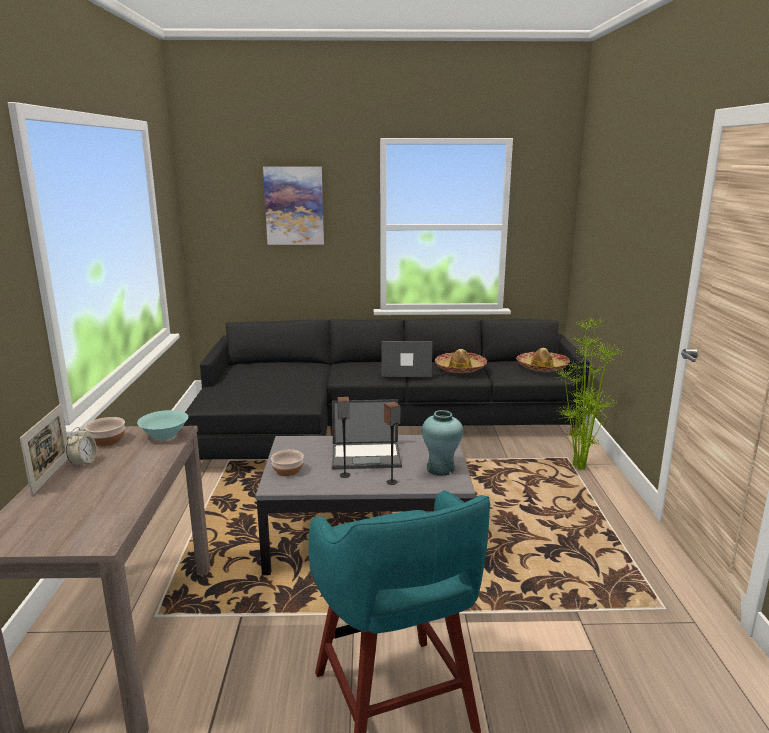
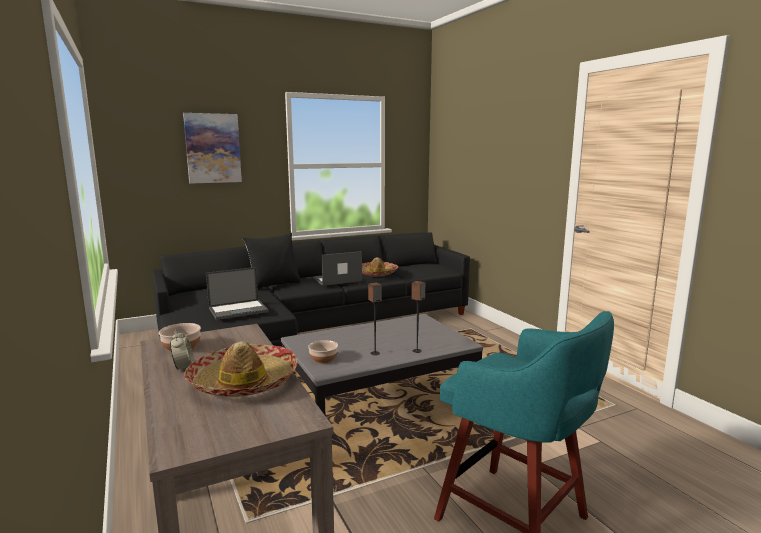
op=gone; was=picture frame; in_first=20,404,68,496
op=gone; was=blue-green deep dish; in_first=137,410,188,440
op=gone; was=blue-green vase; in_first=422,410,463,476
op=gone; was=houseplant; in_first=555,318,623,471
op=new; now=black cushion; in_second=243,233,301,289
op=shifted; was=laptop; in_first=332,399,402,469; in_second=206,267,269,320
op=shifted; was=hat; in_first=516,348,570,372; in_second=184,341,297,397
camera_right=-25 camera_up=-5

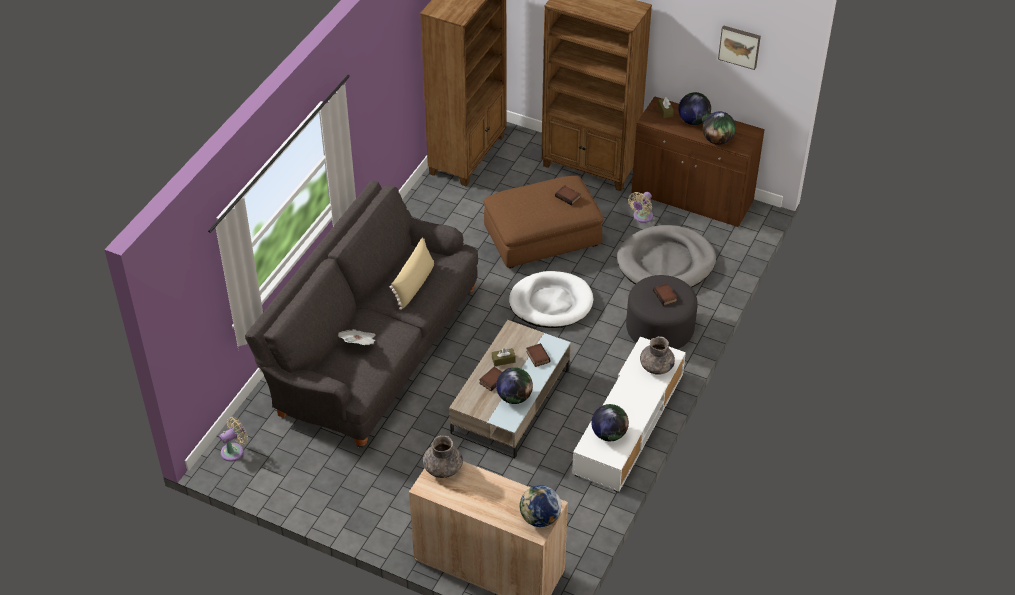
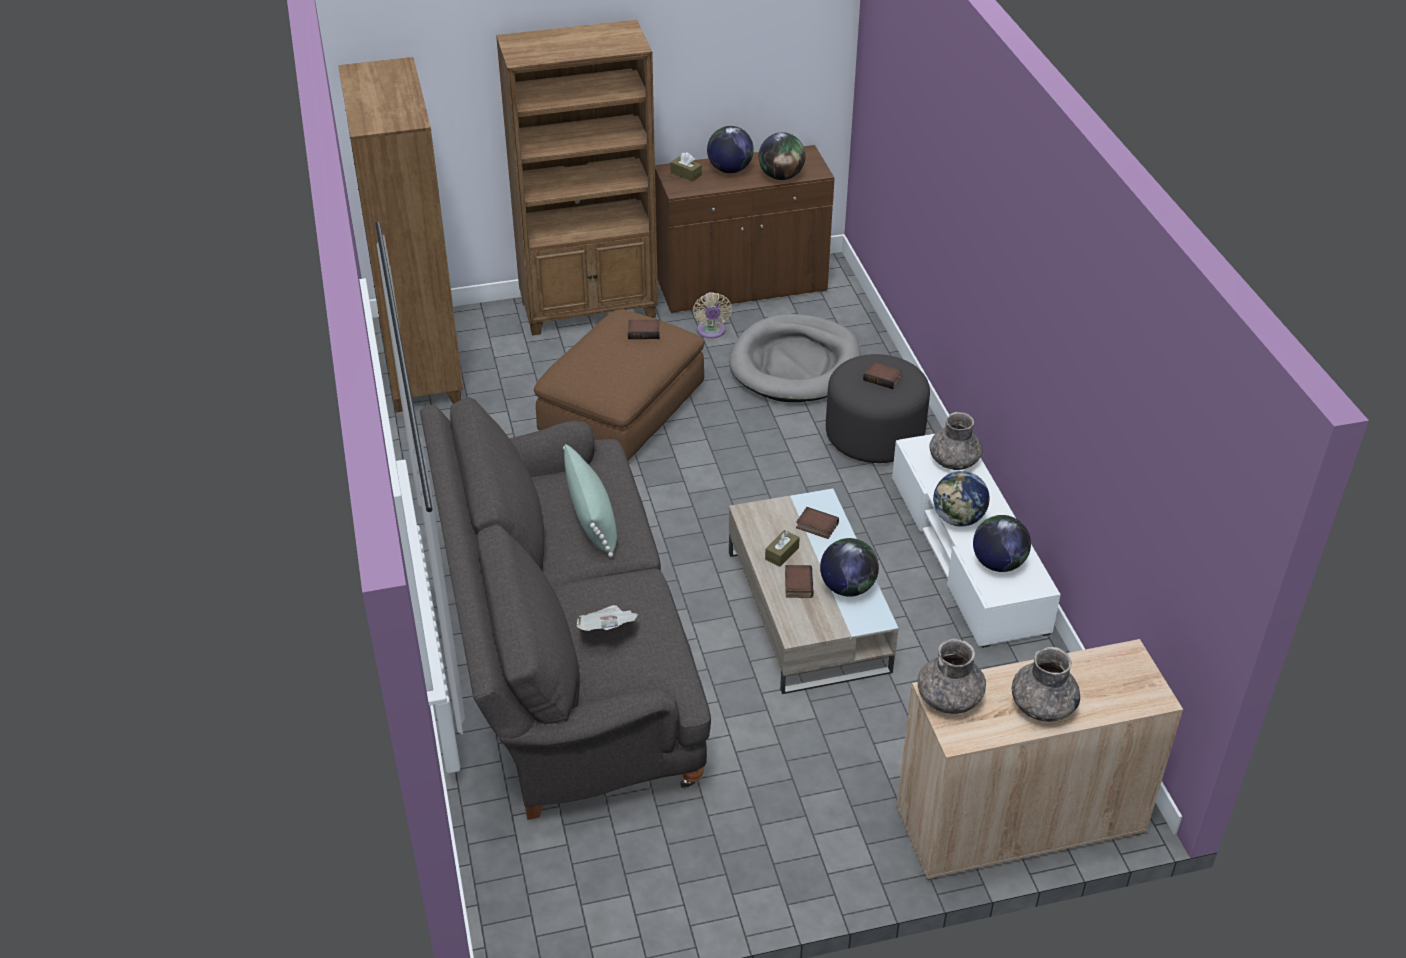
op=gone; was=beige electric fan; in_first=219,417,248,462
op=gone; was=white pet bed; in_first=509,271,594,328
op=gone; was=wall picture; in_first=718,25,761,70
op=new; now=greyish vase; in_second=1012,647,1080,722
op=shifted; was=desk globe; in_first=519,485,561,527; in_second=933,471,990,527
op=repainted; was=beige cushion; now=green-coloured cushion; in_first=390,237,434,310; in_second=563,444,617,557
camera_right=-40 camera_up=-5

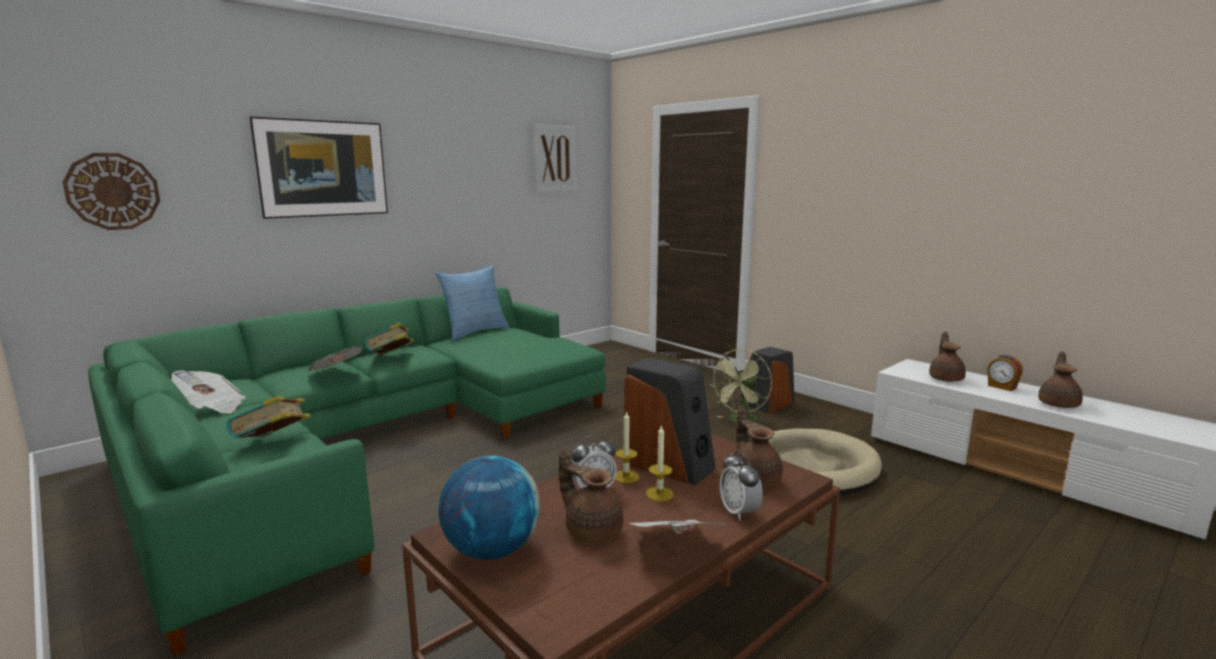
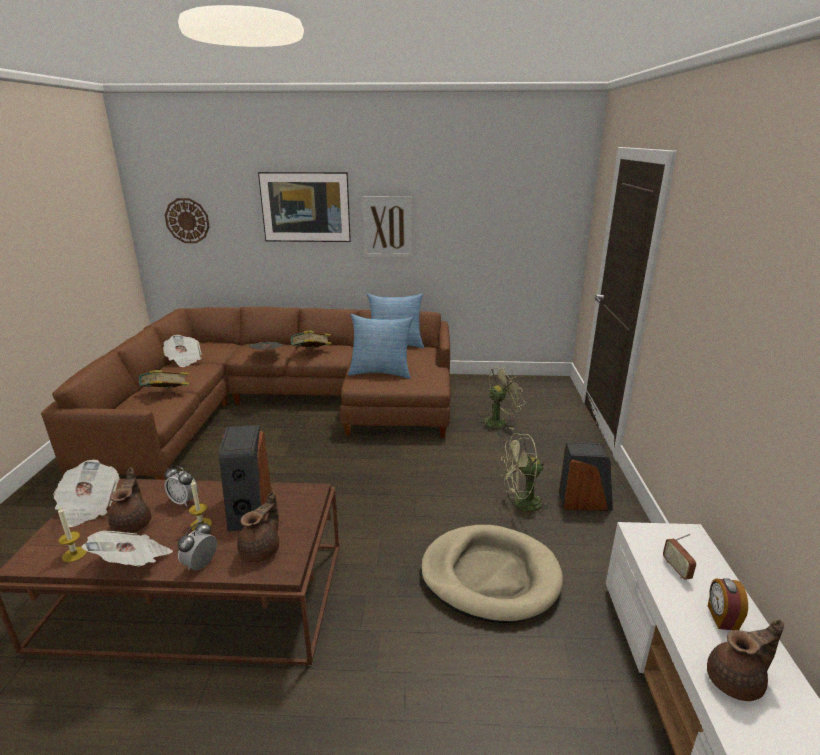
op=new; now=cushion; in_second=348,314,413,379
op=new; now=green-coloured electric fan; in_second=477,366,524,430
op=shifted; was=wall picture; in_first=533,124,577,192; in_second=362,197,413,258
op=shifted; was=candle; in_first=615,412,639,483; in_second=58,507,87,562
op=swapped; was=desk globe; now=newspaper; in_first=438,456,540,560; in_second=53,460,119,527
op=swapped; was=brown pot for tea; now=radio receiver; in_first=929,331,966,382; in_second=663,534,696,580
op=repainted; was=green-coloured couch; now=brown couch; in_first=88,288,606,657; in_second=41,307,451,480
camera_right=45 camera_up=10

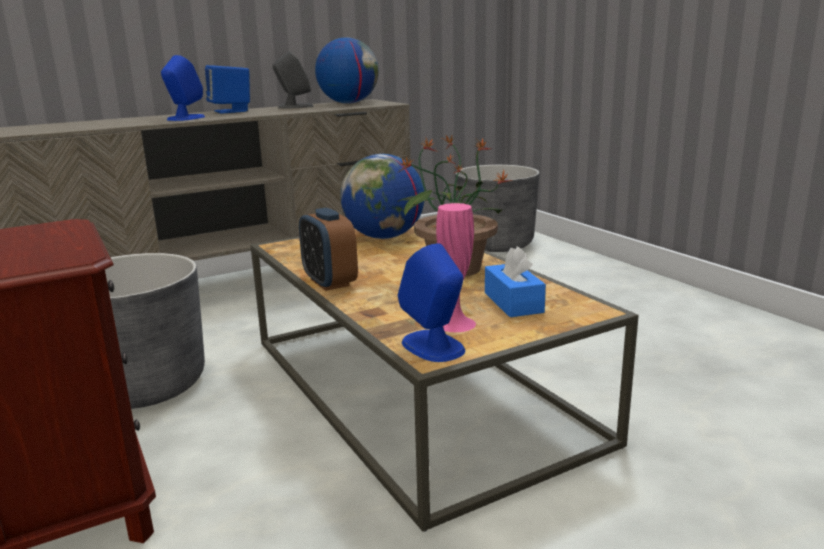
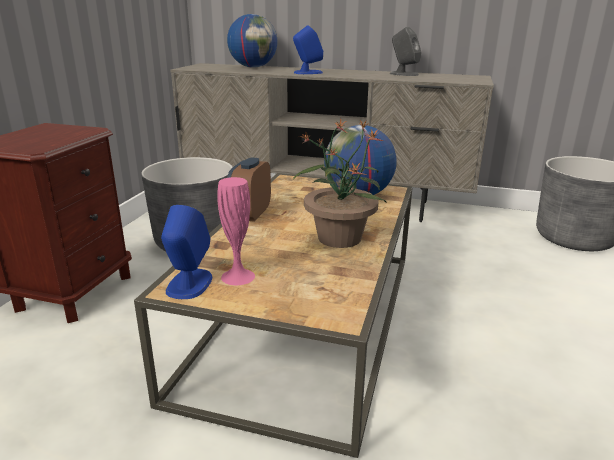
op=gone; was=bluish speaker; in_first=205,65,250,114
op=gone; was=bluish tissue box; in_first=485,246,546,317
op=shifted; was=desk globe; in_first=315,37,379,104; in_second=227,14,277,68
camera_right=45 camera_up=5

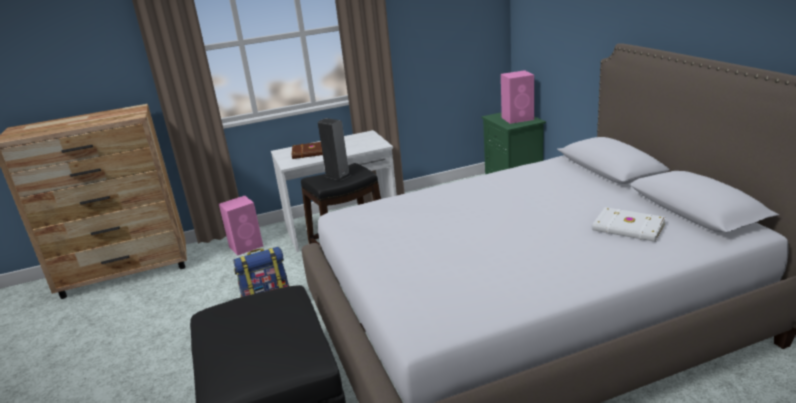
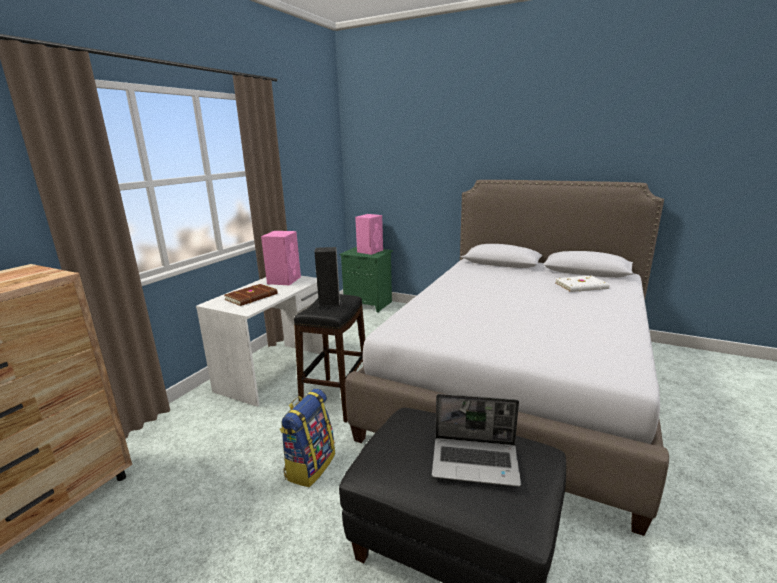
op=new; now=laptop; in_second=432,394,521,487
op=shifted; was=pinkish speaker; in_first=219,196,263,256; in_second=261,231,301,285
camera_right=-45 camera_up=-5

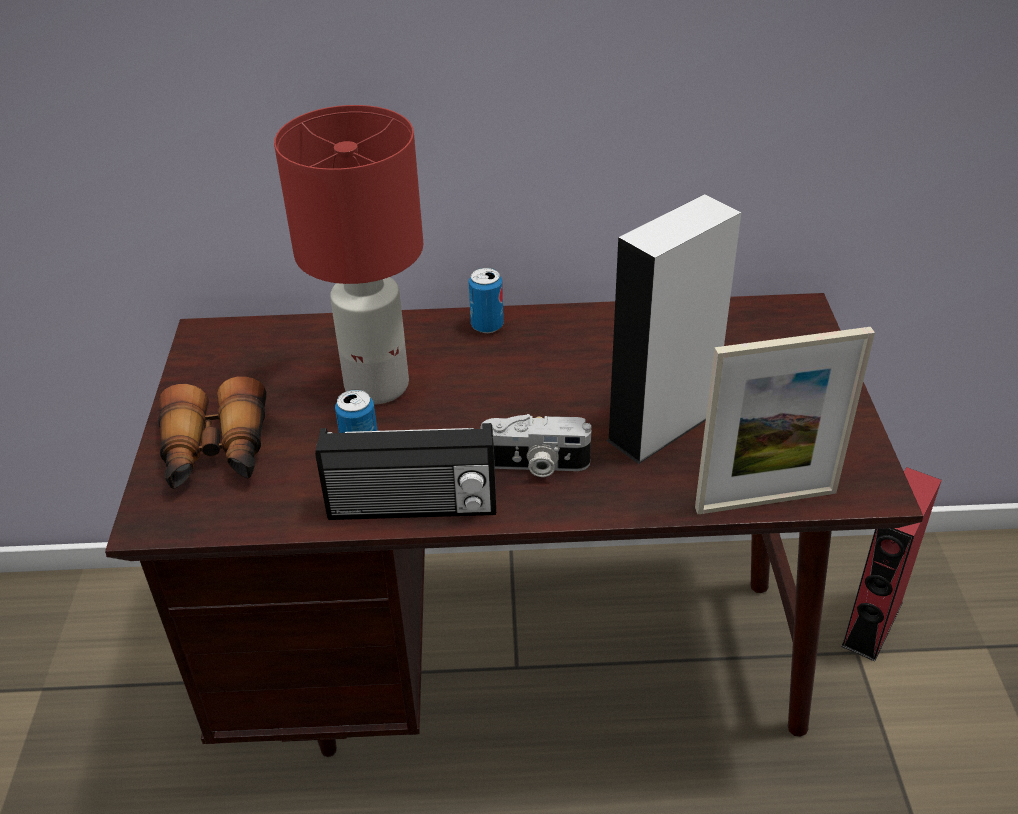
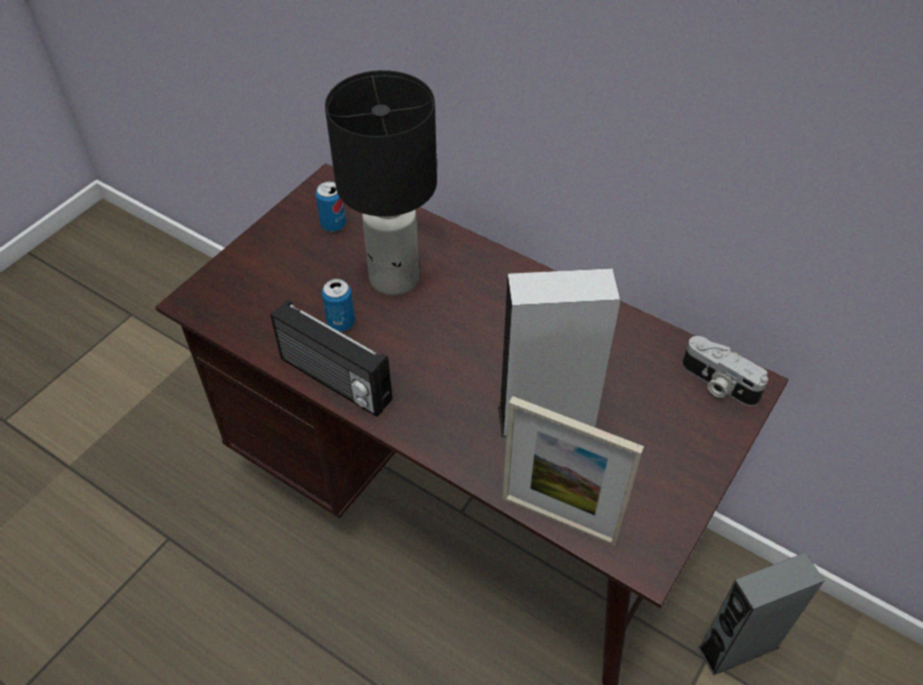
op=gone; was=binoculars; in_first=158,376,266,489
op=shifted; was=metal can; in_first=469,268,504,333; in_second=316,181,346,232
op=shifted; was=photo camera; in_first=481,414,591,477; in_second=682,336,768,406
op=repainted; was=red-coloured lamp for a table; now=black lamp for a table; in_first=274,105,423,405; in_second=325,70,437,296
op=repainted; was=red-coloured speaker; now=greyish speaker; in_first=841,467,941,662; in_second=698,552,825,675
camera_right=35 camera_up=10

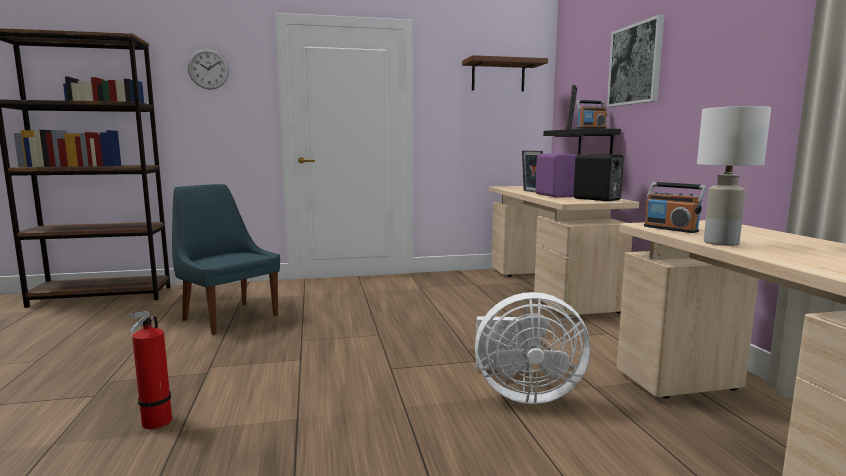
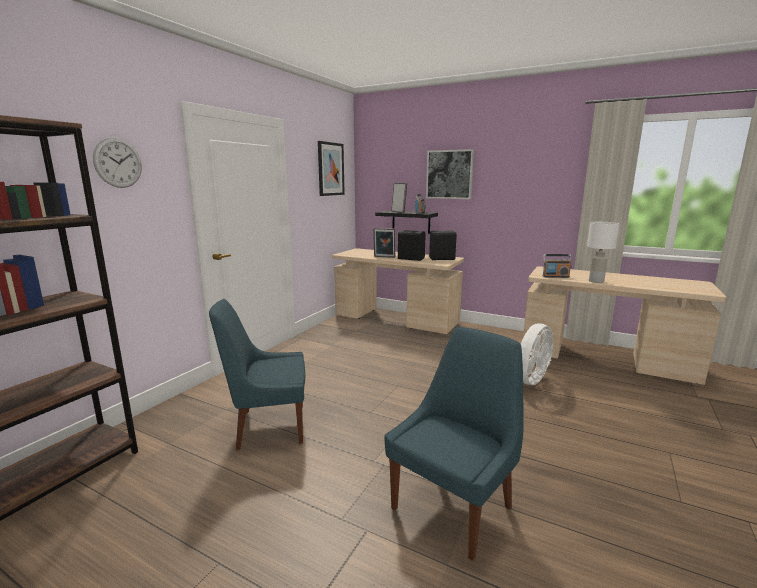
op=swapped; was=extinguisher; now=bluish chair; in_first=129,311,172,429; in_second=385,327,524,561
op=swapped; was=brown bracket shelf; now=wall picture; in_first=462,55,548,92; in_second=318,141,345,196
op=repainted; was=purplish speaker; now=black speaker; in_first=536,153,576,197; in_second=398,230,426,261
camera_right=-50 camera_up=5

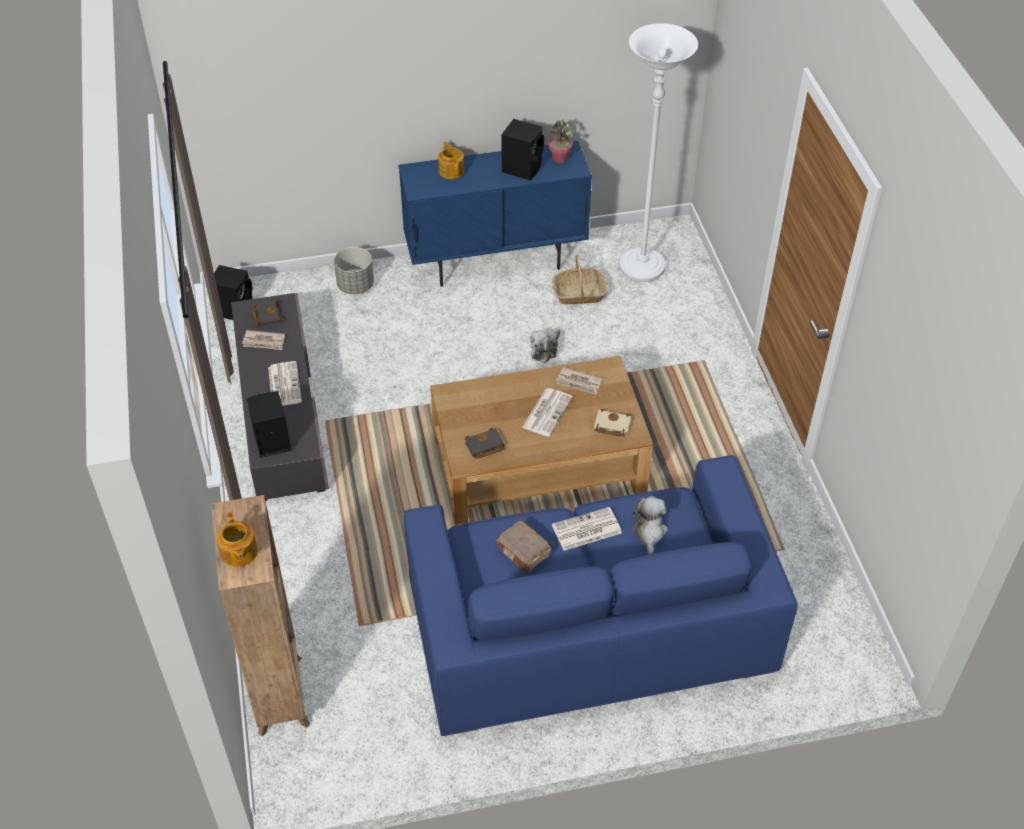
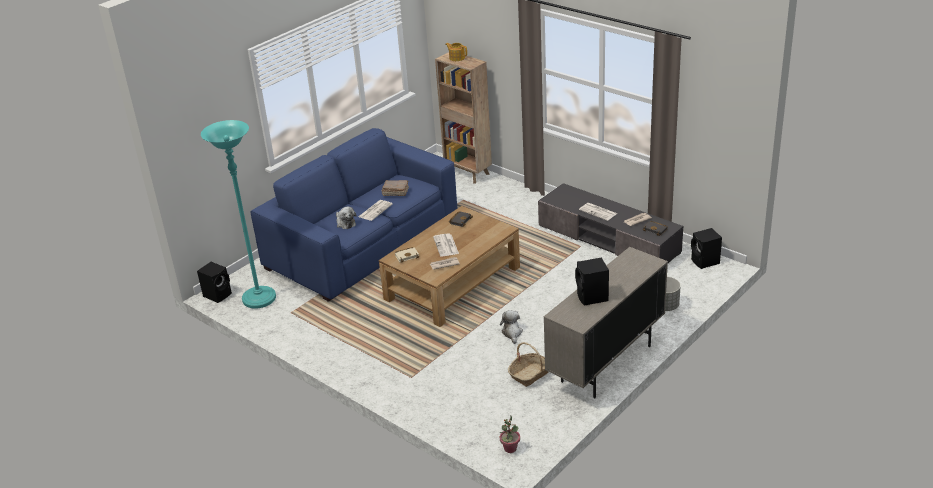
op=gone; was=pot for tea; in_first=438,141,464,179
op=gone; was=white standard lamp; in_first=619,23,698,282
op=new; now=blue-green standard lamp; in_second=201,120,276,309
op=shifted; was=black speaker; in_first=246,391,292,458; in_second=197,262,232,303
op=shifted; was=houseplant; in_first=548,119,573,163; in_second=500,416,520,453
op=repainted; was=bluish storage cabinet; now=beige storage cabinet; in_first=398,141,592,287; in_second=544,247,668,399
camera_right=145 camera_up=-15

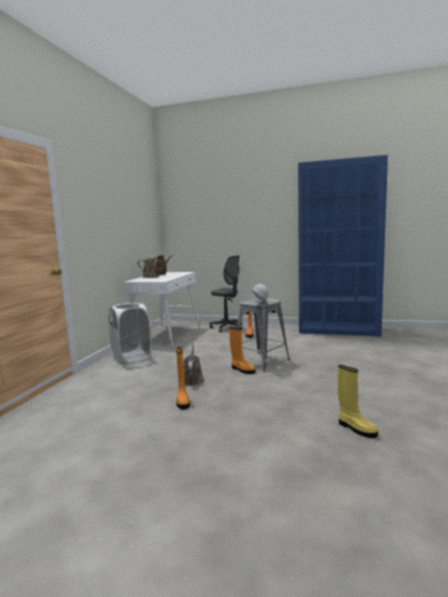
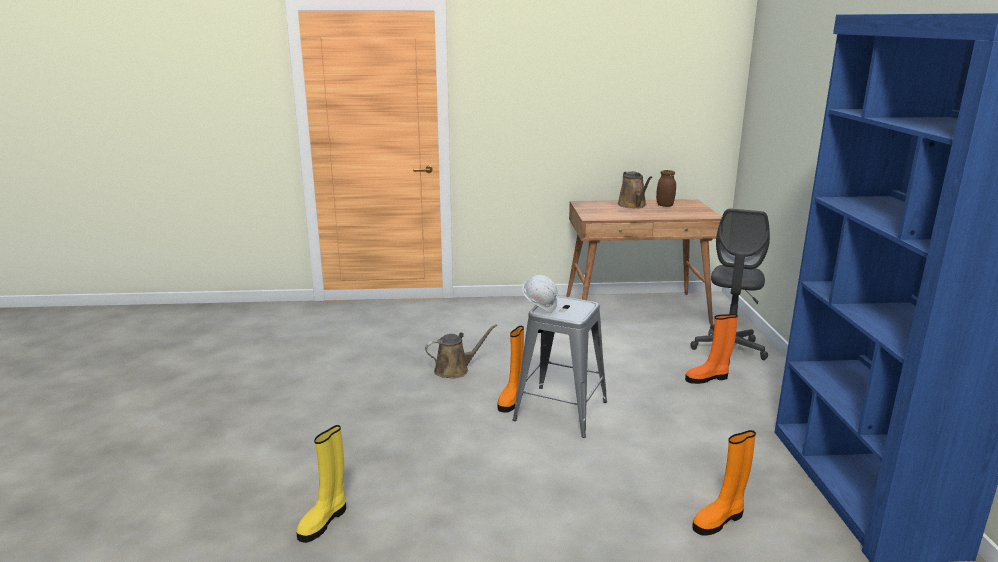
op=gone; was=white laundry basket; in_first=108,302,152,363
op=shifted; was=orange tall boot; in_first=176,347,190,409; in_second=692,430,756,536
op=repainted; was=white desk unit; now=brown desk unit; in_first=123,272,200,347; in_second=566,199,722,324
camera_right=70 camera_up=10

